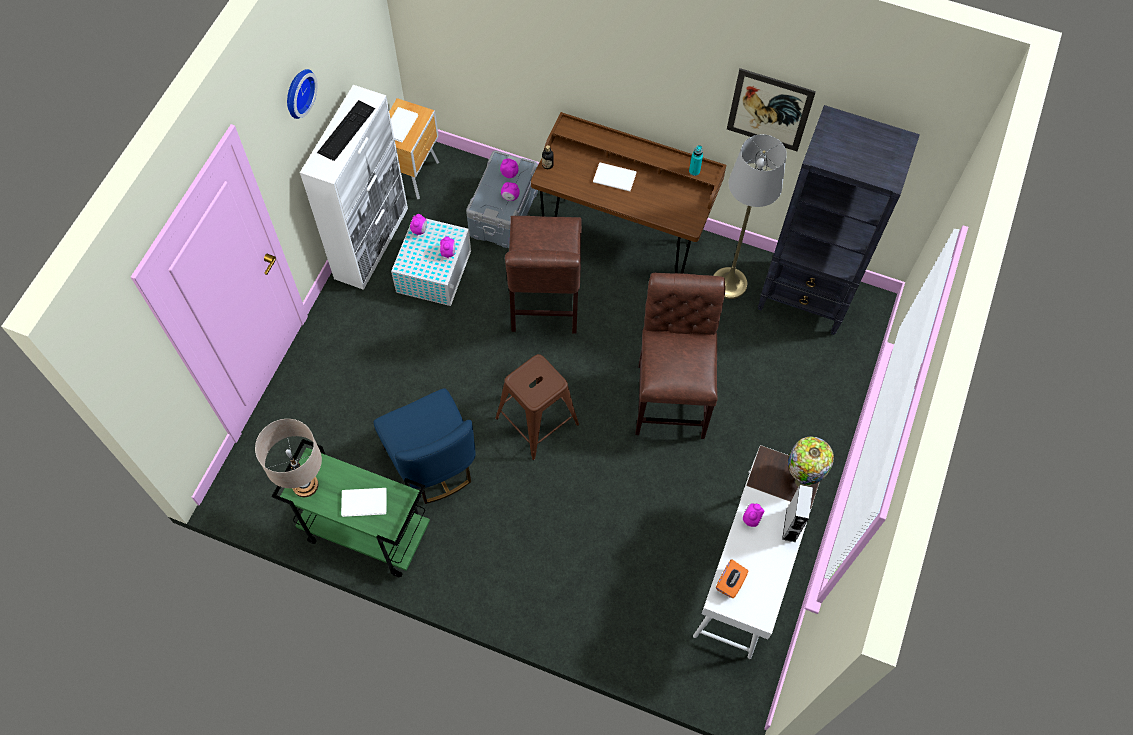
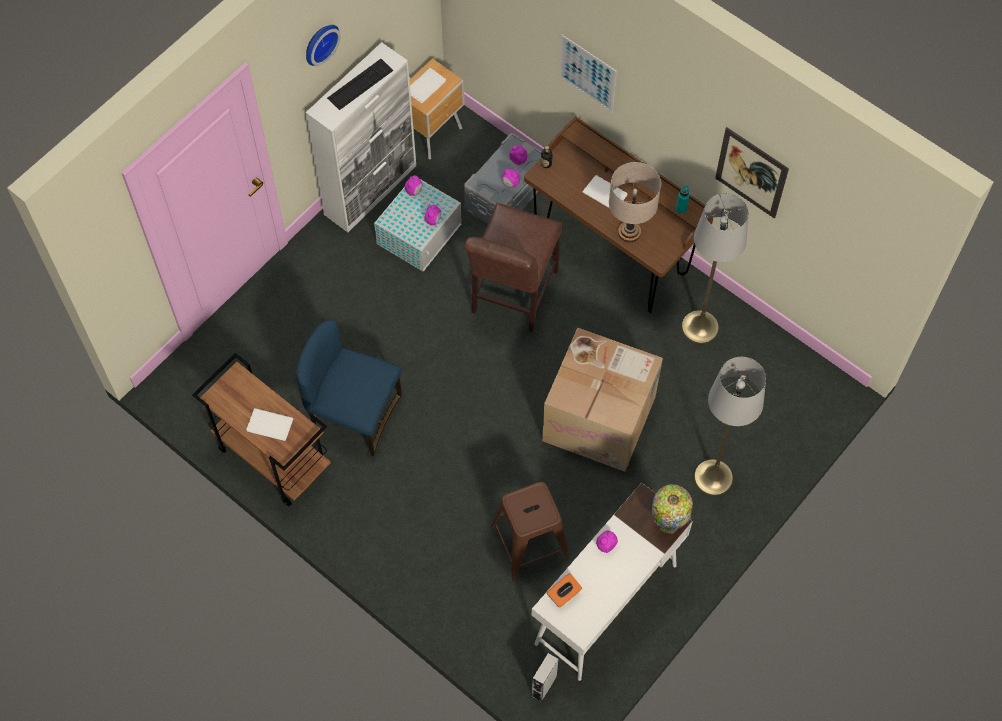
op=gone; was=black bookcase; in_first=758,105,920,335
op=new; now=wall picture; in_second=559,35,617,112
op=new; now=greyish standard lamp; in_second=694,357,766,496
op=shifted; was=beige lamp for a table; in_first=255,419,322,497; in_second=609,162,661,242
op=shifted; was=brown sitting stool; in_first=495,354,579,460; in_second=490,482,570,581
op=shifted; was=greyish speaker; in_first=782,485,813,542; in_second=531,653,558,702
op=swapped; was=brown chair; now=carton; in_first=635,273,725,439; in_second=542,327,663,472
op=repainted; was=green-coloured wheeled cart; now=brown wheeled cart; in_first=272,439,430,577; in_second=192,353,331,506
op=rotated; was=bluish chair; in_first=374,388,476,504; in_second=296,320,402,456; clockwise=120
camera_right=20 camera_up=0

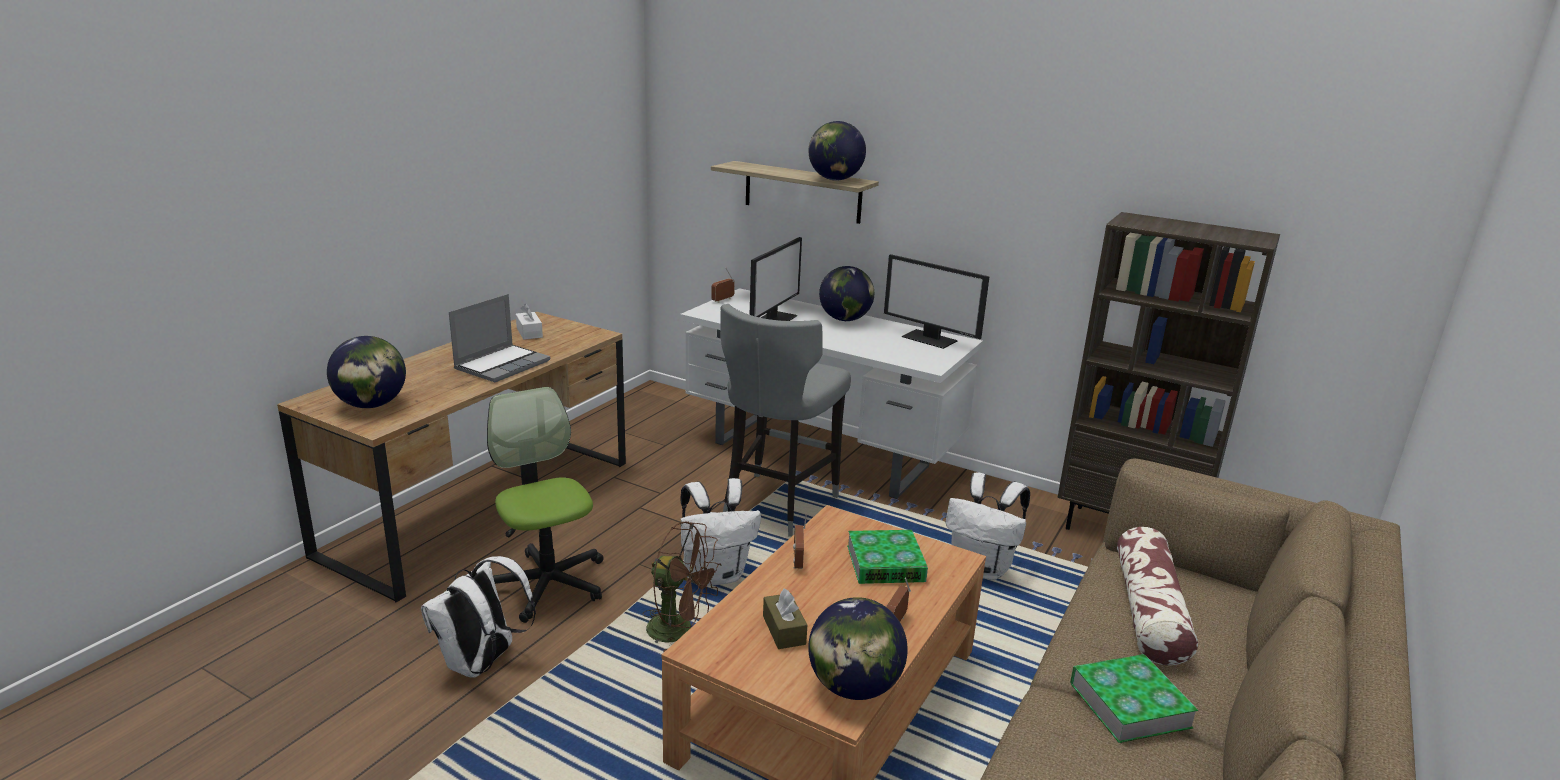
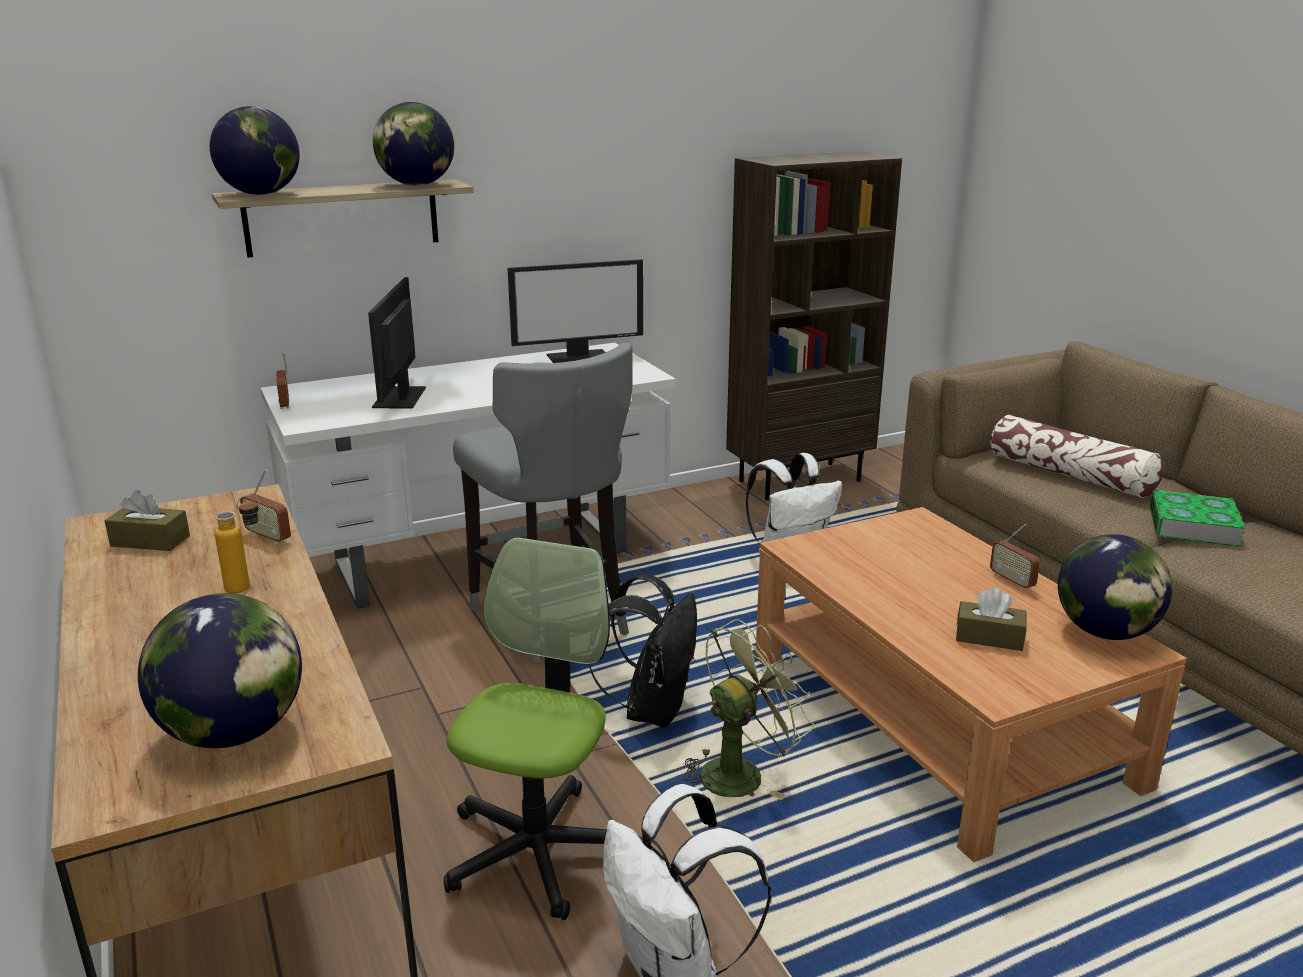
op=gone; was=book; in_first=847,530,928,584
op=shifted; was=radio receiver; in_first=793,515,807,569; in_second=240,469,291,545
op=shifted; was=desk globe; in_first=819,266,874,321; in_second=210,106,300,195
op=swapped; was=laptop; now=drink bottle; in_first=449,294,550,382; in_second=215,495,260,593
op=repainted; was=white tissue box; now=brown tissue box; in_first=516,304,543,340; in_second=104,490,190,551
op=repainted; was=brown electric fan; now=green-coloured electric fan; in_first=643,521,722,653; in_second=680,619,814,800
op=repainted; was=white backpack; now=black backpack; in_first=680,478,761,586; in_second=589,573,697,728
op=rotated; was=desk chair; in_first=487,387,603,623; in_second=444,537,610,920; clockwise=105
op=rotated; was=monitor; in_first=750,237,802,321; in_second=368,277,426,408; clockwise=-150
camera_right=-55 camera_up=0

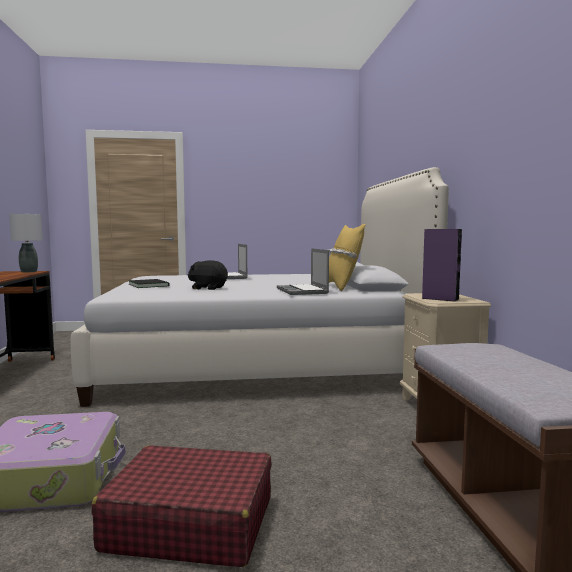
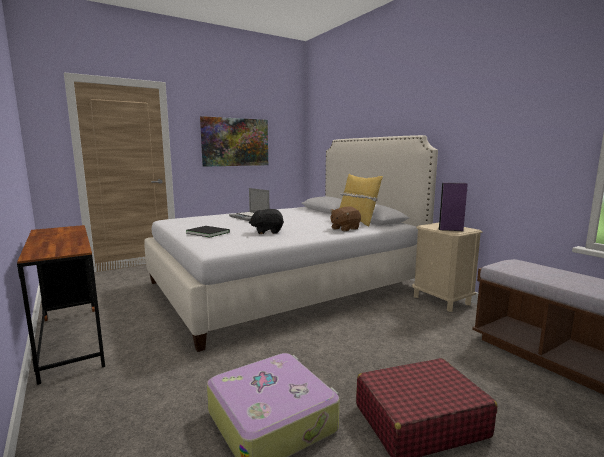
op=gone; was=greyish lamp for a table; in_first=9,214,43,273
op=new; now=wall picture; in_second=200,116,268,167
op=swapped; was=laptop; now=brown cuddly toy; in_first=277,248,329,295; in_second=330,206,361,231
camera_right=-25 camera_up=5

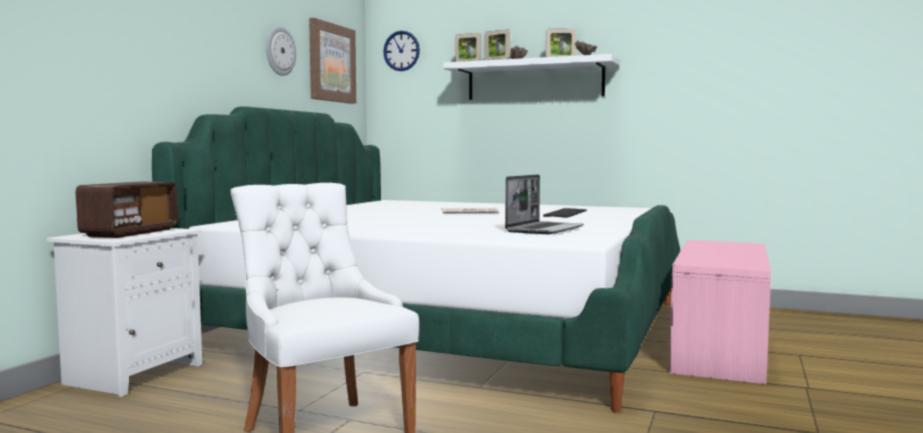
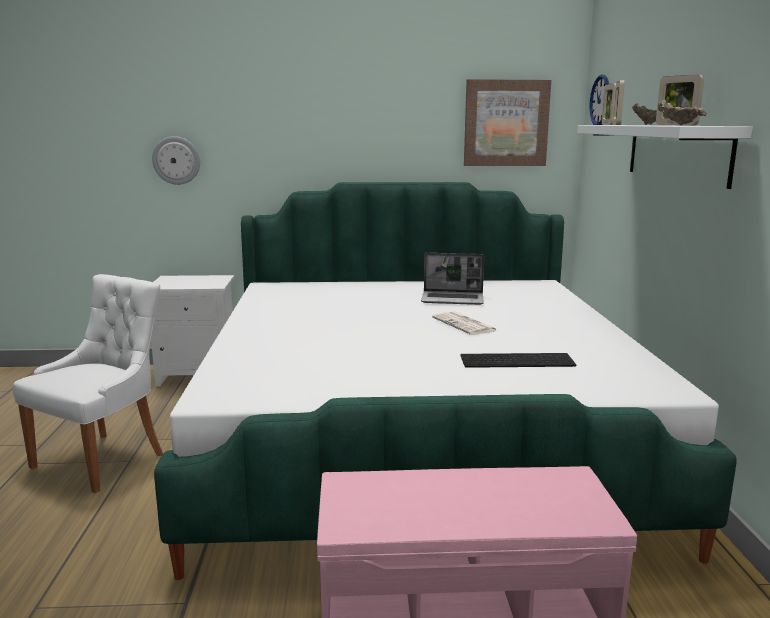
op=gone; was=radio receiver; in_first=76,182,178,238
op=shifted; was=clock on the wall; in_first=266,26,296,76; in_second=152,136,200,185
op=shifted; was=laptop; in_first=505,174,584,234; in_second=421,253,484,305
camera_right=65 camera_up=10

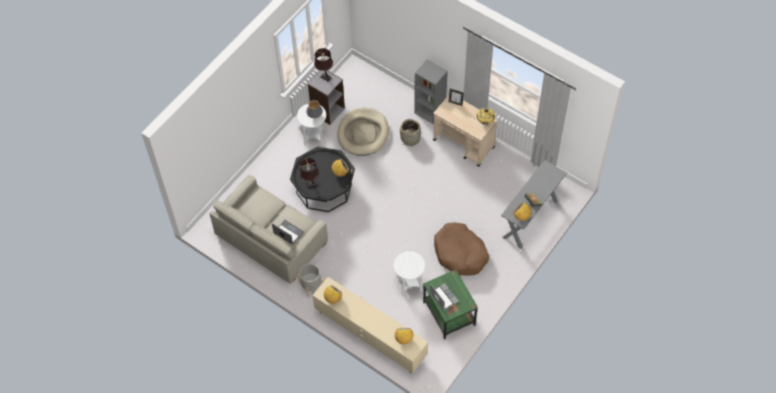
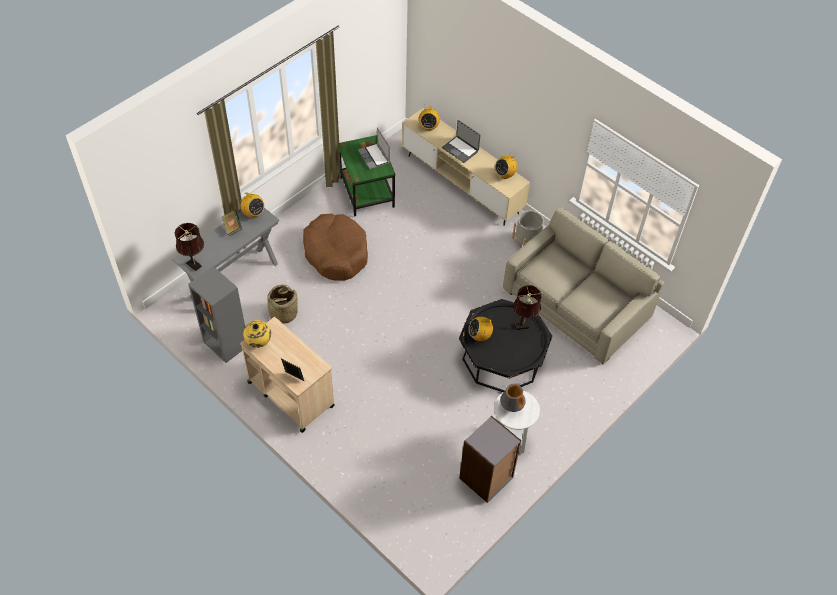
op=gone; was=beige pet bed; in_first=337,108,389,156
op=gone; was=white end table; in_first=394,251,425,296
op=shifted; was=laptop; in_first=272,220,304,245; in_second=442,120,480,163
op=shifted; was=brown lamp for a table; in_first=314,48,333,81; in_second=174,223,204,271
op=shifted; was=storage basket; in_first=400,119,422,146; in_second=264,285,298,324
op=shifted; was=greyish bookcase; in_first=414,59,448,124; in_second=188,266,245,363
camera_right=-175 camera_up=-5

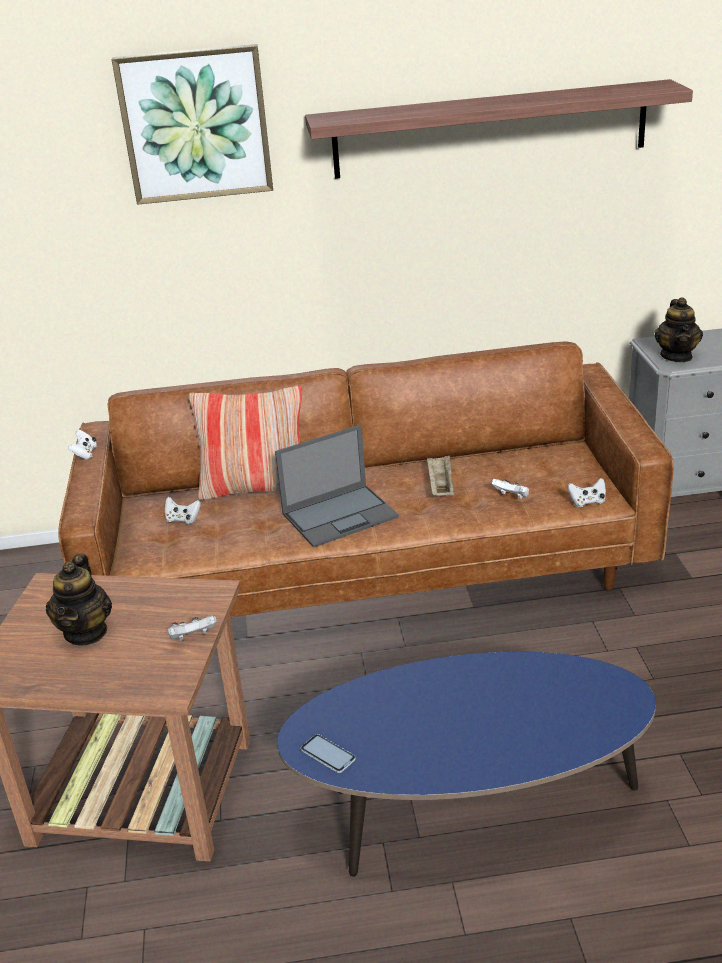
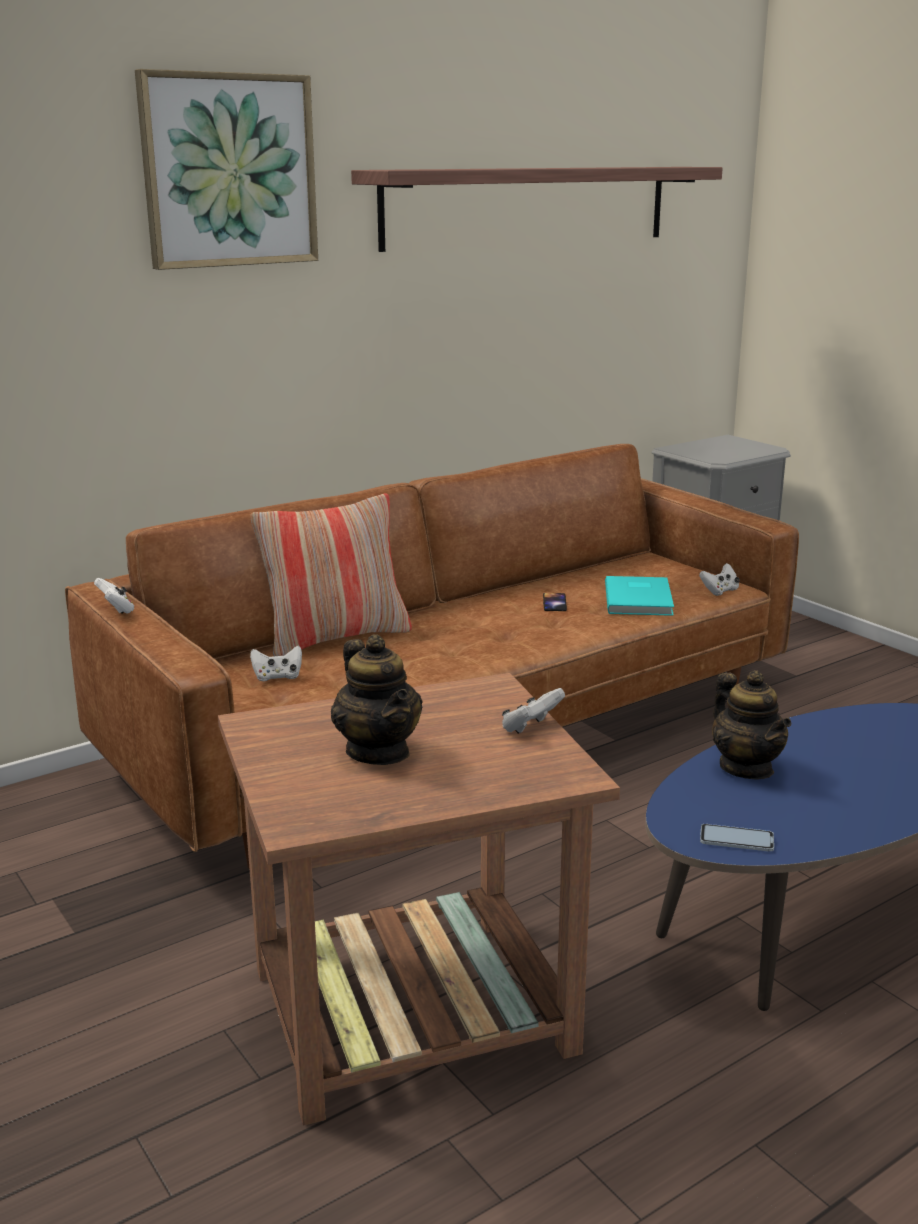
op=gone; was=laptop; in_first=275,425,399,548
op=shifted; was=pot for tea; in_first=654,297,703,362; in_second=712,670,791,780
op=swapped; was=beige carrying tray; now=telephone; in_first=427,455,454,497; in_second=543,593,567,611
op=swapped; was=white gamepad; now=blue-green book; in_first=491,479,529,499; in_second=605,576,674,616
camera_right=-30 camera_up=-10

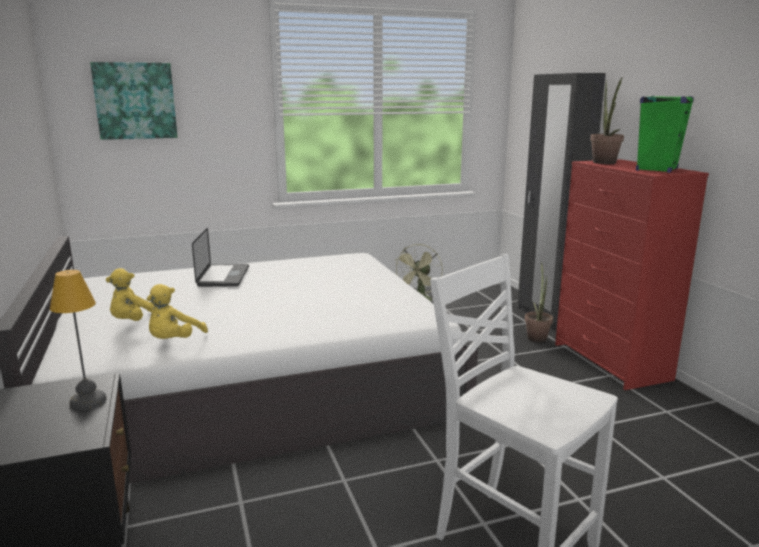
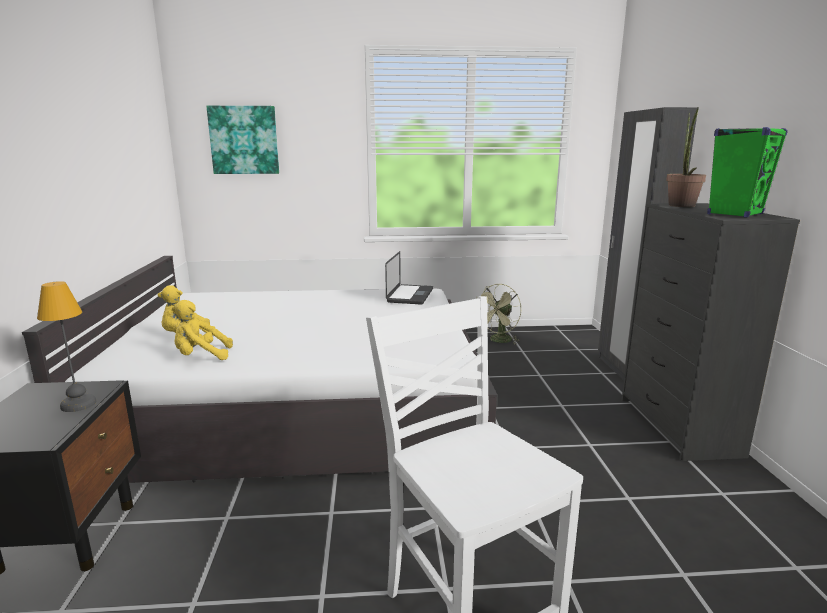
op=gone; was=houseplant; in_first=525,262,553,342
op=shifted; was=laptop; in_first=192,227,249,287; in_second=385,251,433,305
op=repainted; was=red-coloured dresser; now=black dresser; in_first=555,159,709,390; in_second=622,203,800,461
op=rotated; was=yellowish cuddly toy; in_first=147,284,208,339; in_second=172,300,233,360; clockwise=45
camera_right=15 camera_up=0

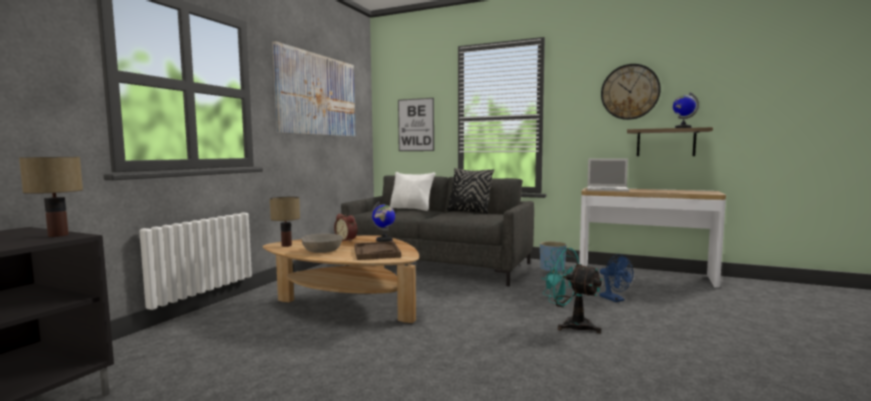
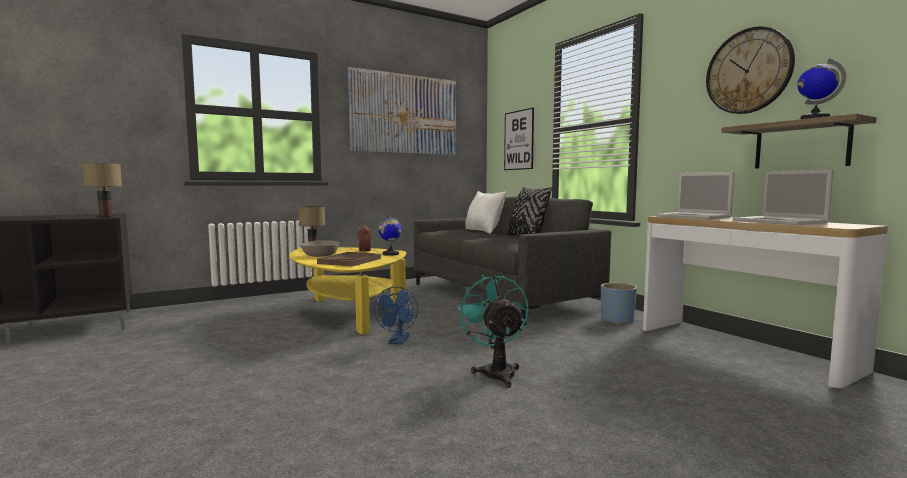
op=new; now=laptop; in_second=732,169,834,225
op=shifted; was=bluish electric fan; in_first=599,254,634,302; in_second=374,287,418,345
op=repainted; was=brown lounge table; now=yellowish lounge table; in_first=263,235,419,323; in_second=289,247,406,335
camera_right=35 camera_up=0

